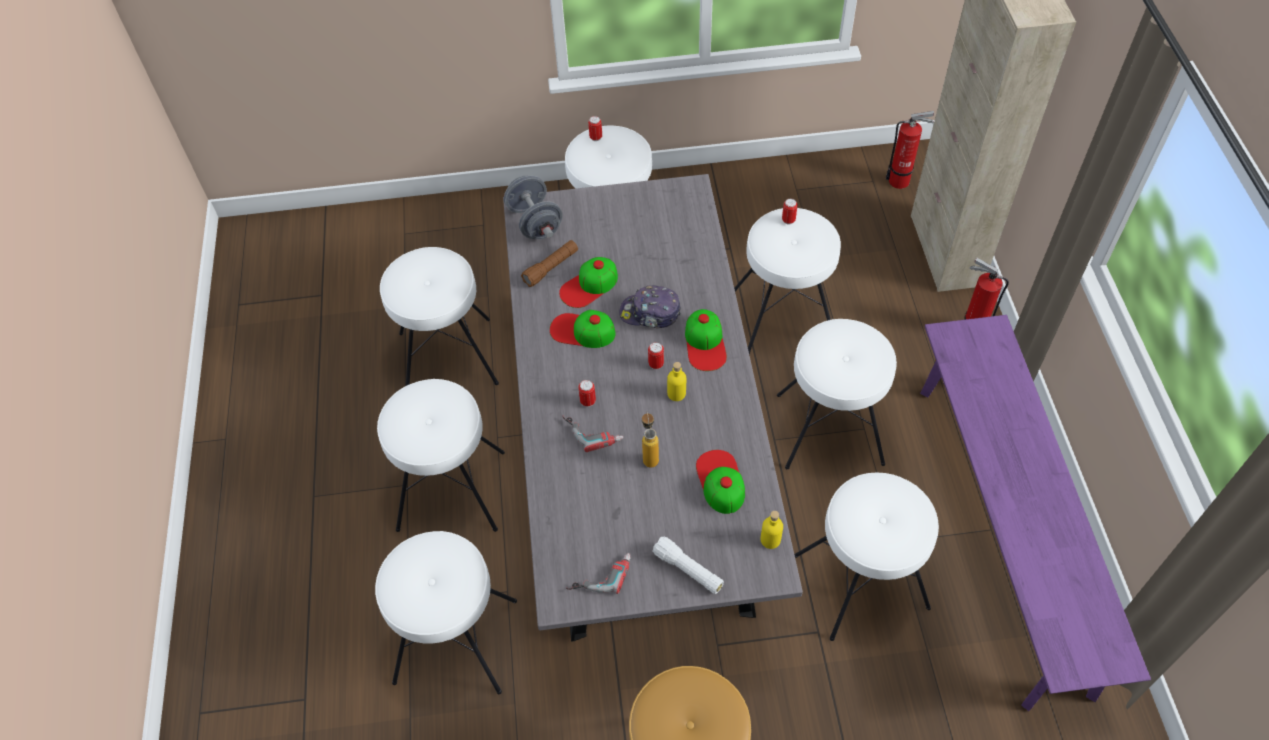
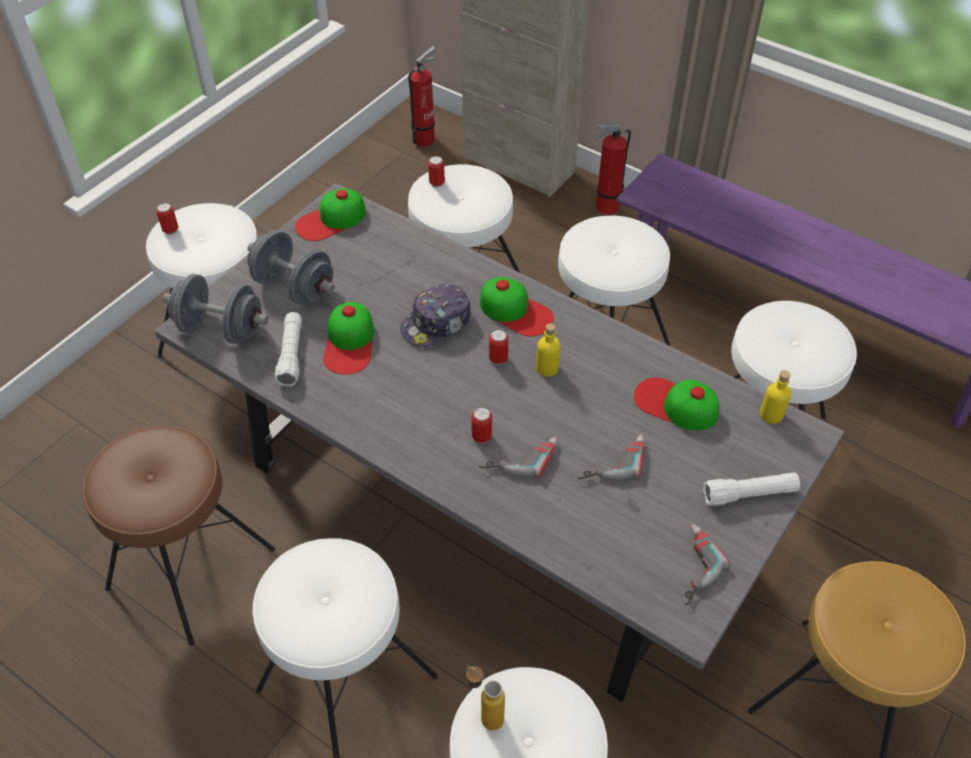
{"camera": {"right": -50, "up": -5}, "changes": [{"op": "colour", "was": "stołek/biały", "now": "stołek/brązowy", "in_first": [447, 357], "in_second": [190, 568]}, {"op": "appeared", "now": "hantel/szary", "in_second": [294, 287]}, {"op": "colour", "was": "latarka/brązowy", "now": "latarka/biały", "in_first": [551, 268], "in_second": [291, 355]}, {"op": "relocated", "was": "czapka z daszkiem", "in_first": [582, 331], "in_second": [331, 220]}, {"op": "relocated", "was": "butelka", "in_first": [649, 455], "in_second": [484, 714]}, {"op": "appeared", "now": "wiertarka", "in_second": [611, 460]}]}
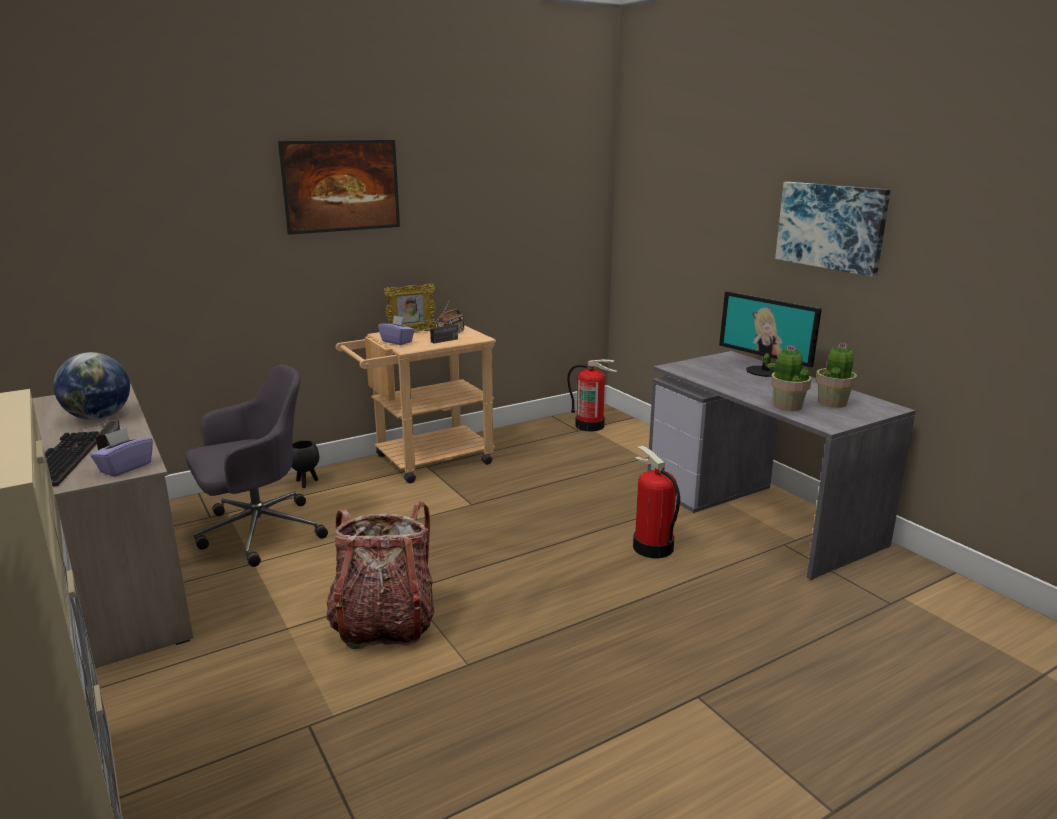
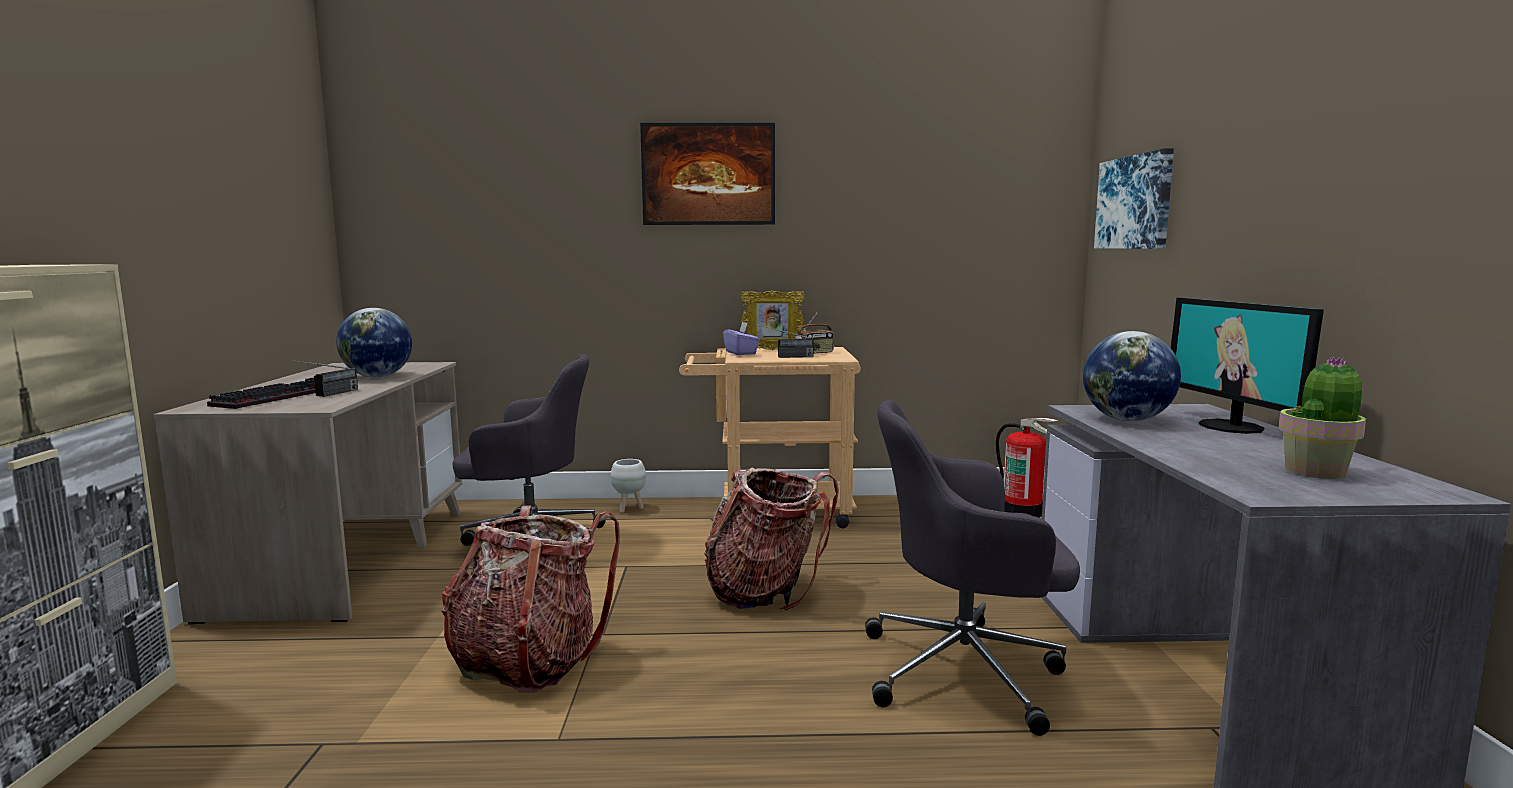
{"camera": {"right": 30, "up": -10}, "changes": [{"op": "colour", "was": "donica/czarny", "now": "donica/biały", "in_first": [306, 483], "in_second": [629, 509]}, {"op": "appeared", "now": "plecak", "in_second": [766, 591]}, {"op": "exchanged", "was": "gaśnica", "now": "krzesło biurowe/szary", "in_first": [652, 547], "in_second": [966, 671]}, {"op": "appeared", "now": "globus", "in_second": [1126, 420]}, {"op": "relocated", "was": "obraz", "in_first": [831, 226], "in_second": [1135, 202]}, {"op": "missing", "was": "pudełko chusteczek/fioletowy", "in_first": [125, 467]}, {"op": "missing", "was": "roślina doniczkowa", "in_first": [787, 406]}]}
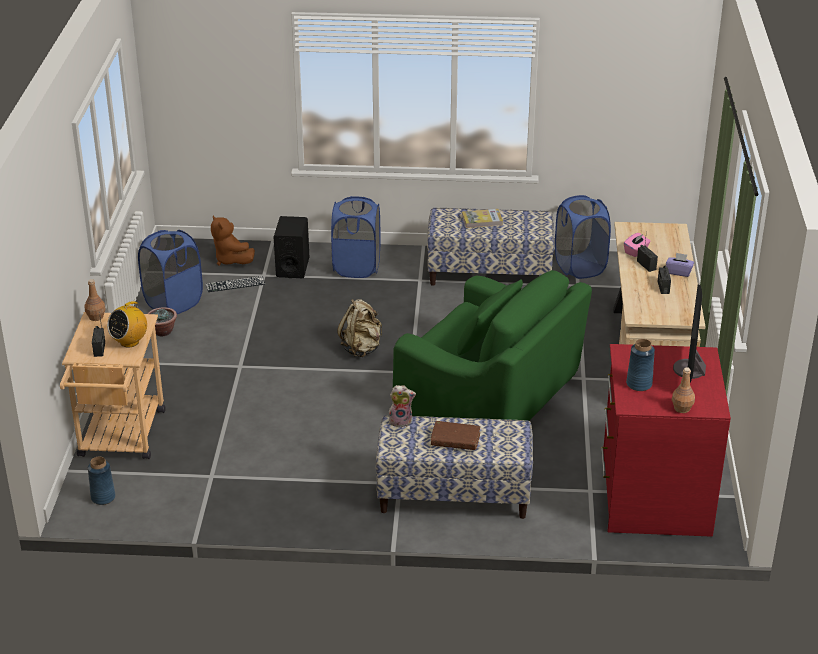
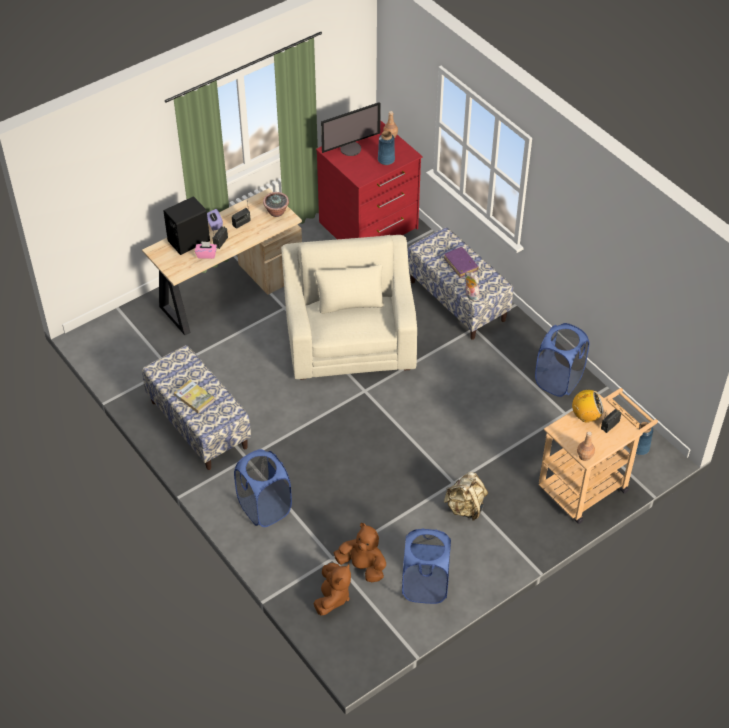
{"camera": {"right": -130, "up": 15}, "changes": [{"op": "relocated", "was": "głośnik/czarny", "in_first": [292, 267], "in_second": [188, 241]}, {"op": "relocated", "was": "roślina doniczkowa", "in_first": [162, 331], "in_second": [276, 212]}, {"op": "colour", "was": "fotel/zielony", "now": "fotel/beżowy", "in_first": [490, 397], "in_second": [350, 338]}, {"op": "exchanged", "was": "klawiatura", "now": "pluszak/brązowy", "in_first": [235, 284], "in_second": [362, 566]}, {"op": "colour", "was": "książka/brązowy", "now": "książka/fioletowy", "in_first": [455, 440], "in_second": [461, 265]}, {"op": "relocated", "was": "plecak/beżowy", "in_first": [361, 348], "in_second": [465, 507]}, {"op": "relocated", "was": "kosz na pranie/niebieski", "in_first": [579, 266], "in_second": [558, 380]}]}
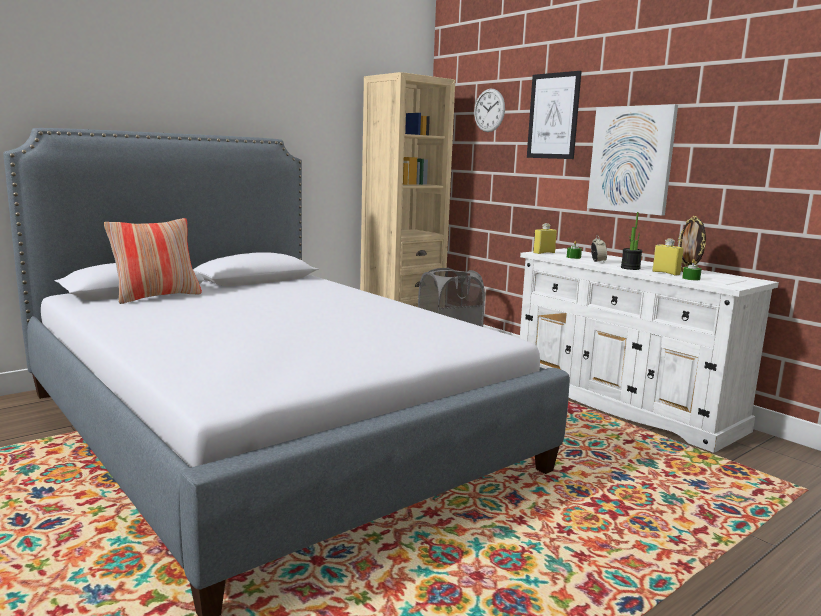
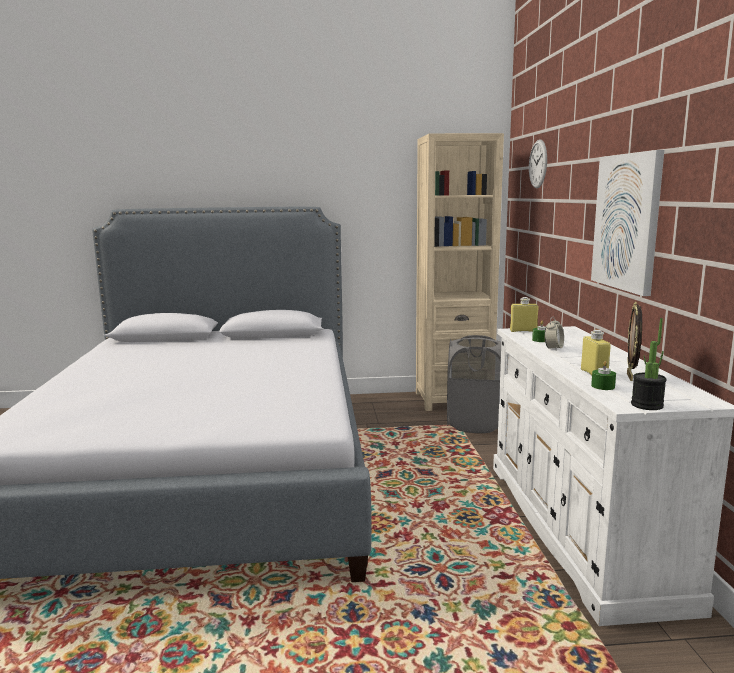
{"camera": {"right": 35, "up": 0}, "changes": [{"op": "relocated", "was": "roślina doniczkowa", "in_first": [630, 268], "in_second": [647, 405]}, {"op": "missing", "was": "poduszka", "in_first": [157, 296]}, {"op": "missing", "was": "obraz", "in_first": [553, 116]}]}
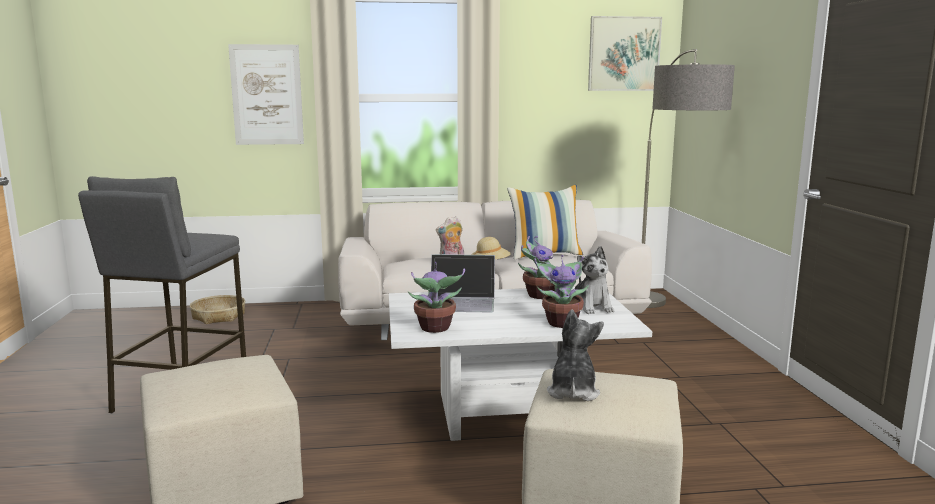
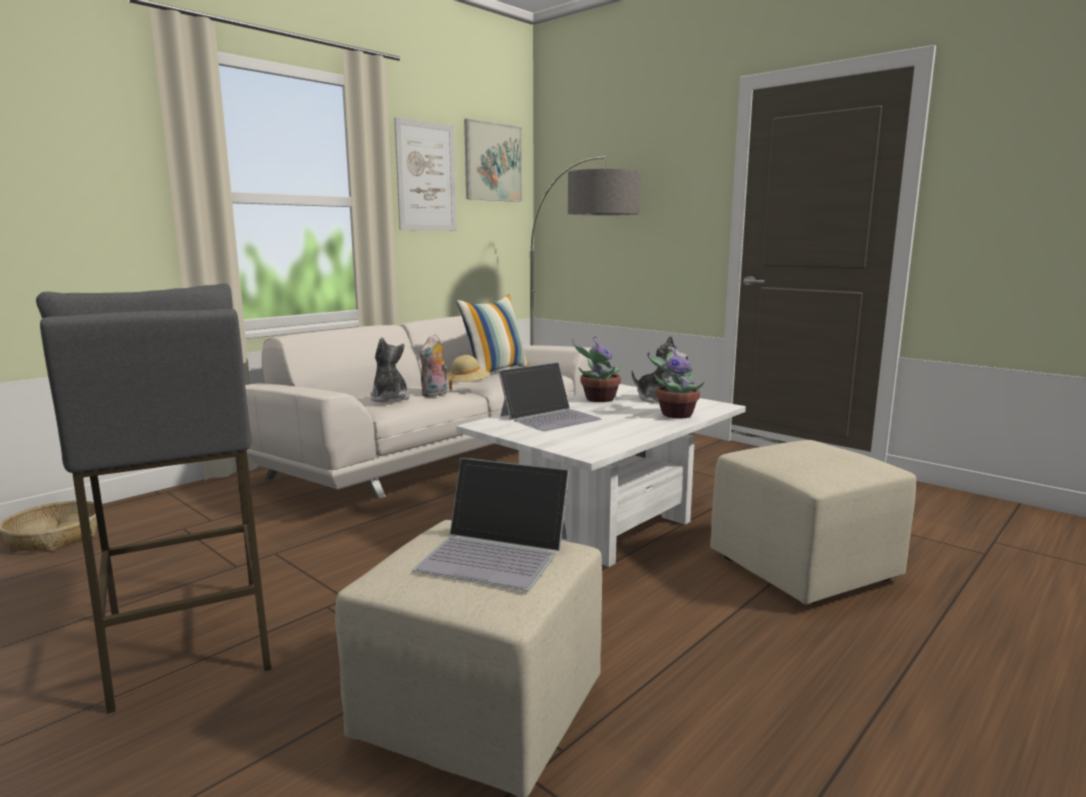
{"camera": {"right": -40, "up": 0}, "changes": [{"op": "relocated", "was": "pluszak", "in_first": [572, 392], "in_second": [389, 398]}, {"op": "relocated", "was": "obraz", "in_first": [267, 95], "in_second": [426, 177]}, {"op": "appeared", "now": "laptop", "in_second": [495, 553]}, {"op": "missing", "was": "roślina doniczkowa", "in_first": [435, 328]}]}
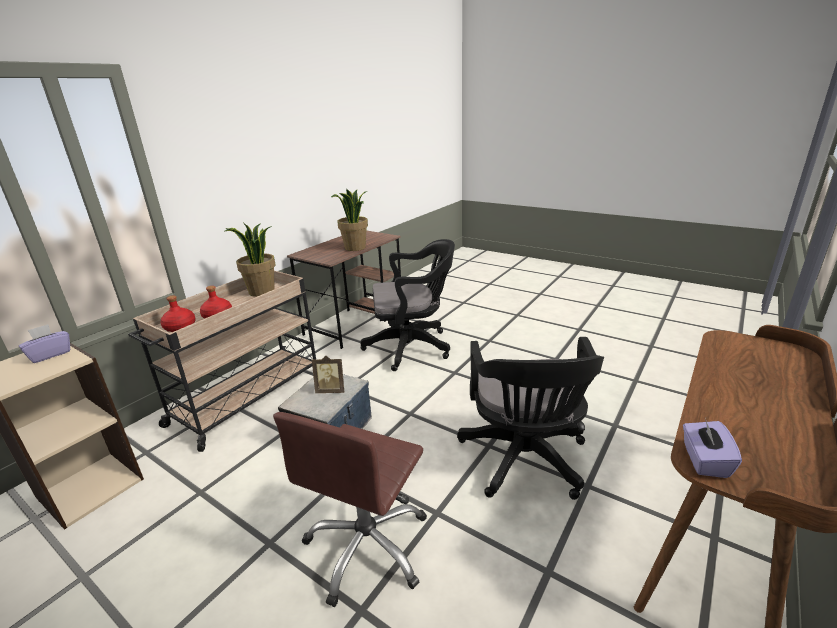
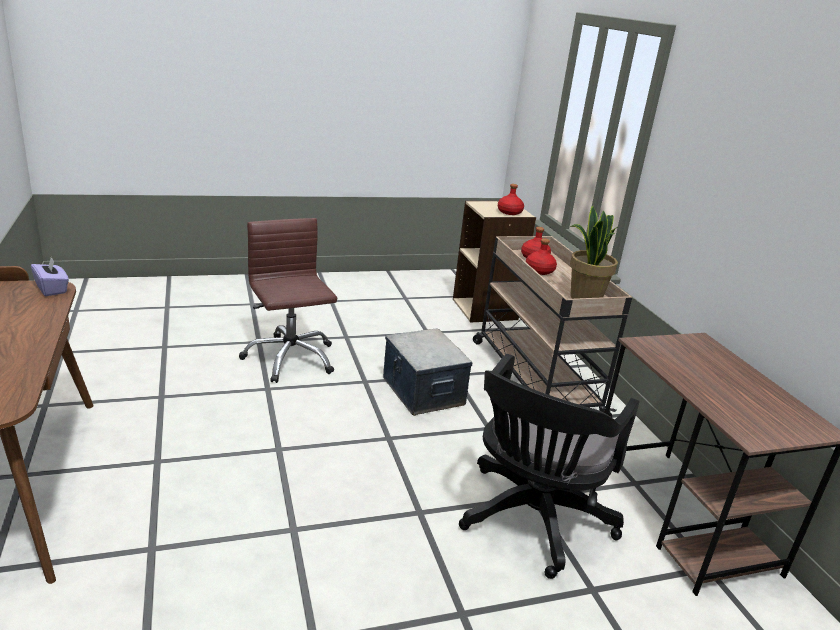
{"camera": {"right": 125, "up": 0}, "changes": [{"op": "exchanged", "was": "pudełko chusteczek/fioletowy", "now": "butelka/czerwony", "in_first": [50, 354], "in_second": [509, 212]}, {"op": "missing", "was": "ramka na zdjęcie", "in_first": [331, 390]}, {"op": "missing", "was": "roślina doniczkowa", "in_first": [355, 248]}, {"op": "missing", "was": "krzesło biurowe/czarny", "in_first": [524, 461]}]}
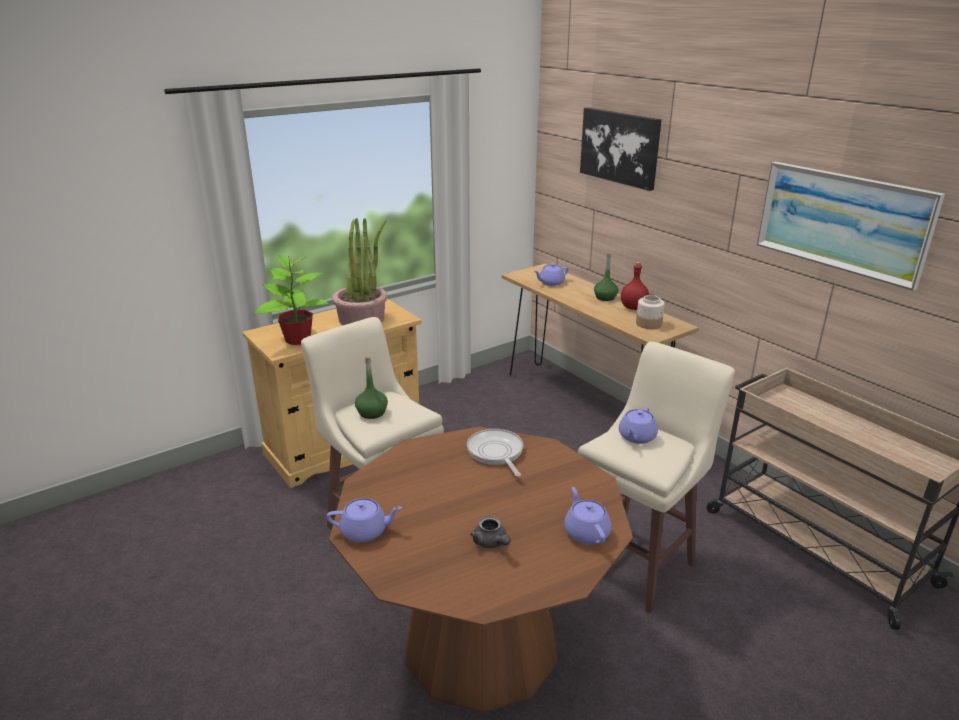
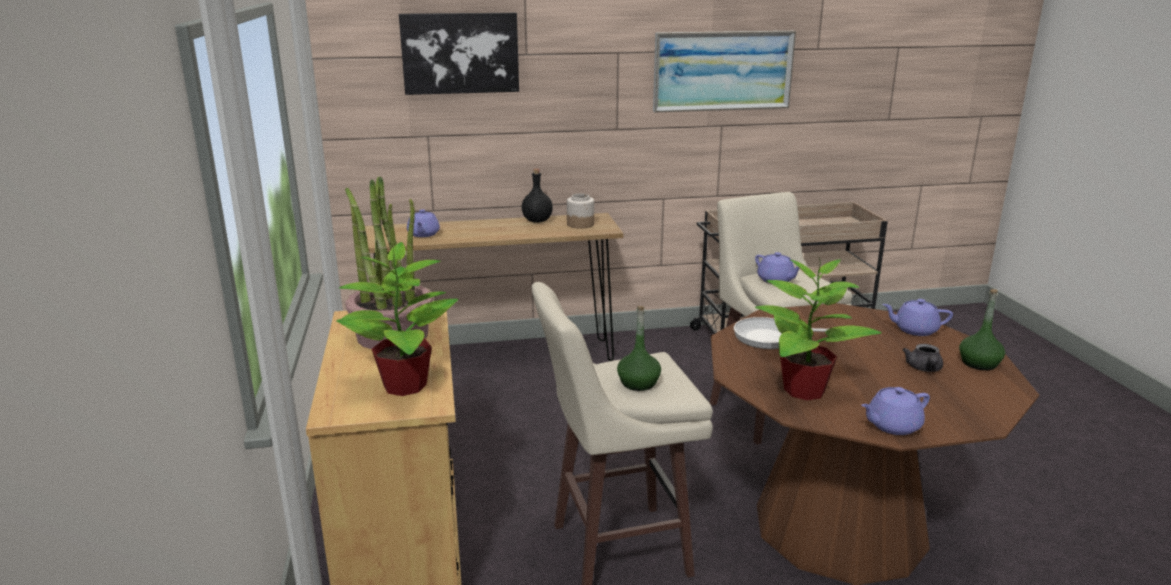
{"camera": {"right": -65, "up": -5}, "changes": [{"op": "colour", "was": "butelka/czerwony", "now": "butelka/czarny", "in_first": [633, 308], "in_second": [537, 221]}, {"op": "appeared", "now": "roślina doniczkowa", "in_second": [802, 390]}, {"op": "spun", "was": "imbryk/fioletowy", "in_first": [365, 531], "in_second": [892, 426], "clockwise": -135}, {"op": "spun", "was": "imbryk/szary", "in_first": [491, 543], "in_second": [924, 369], "clockwise": 105}, {"op": "relocated", "was": "butelka/zielony", "in_first": [605, 297], "in_second": [979, 363]}]}
